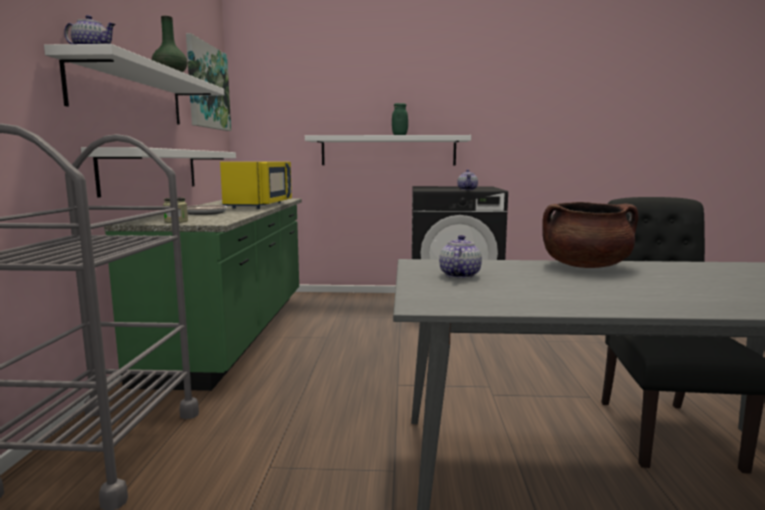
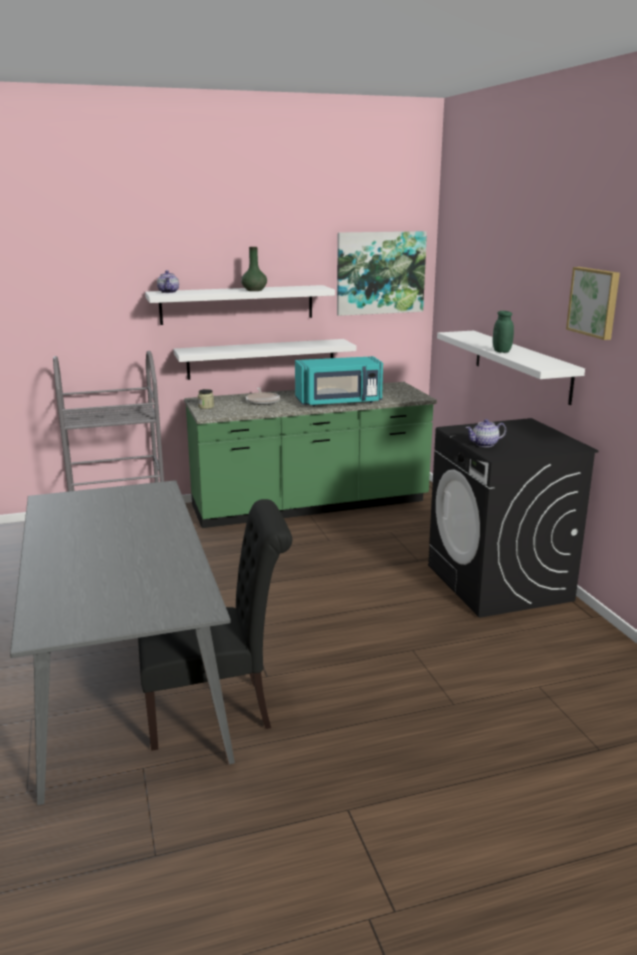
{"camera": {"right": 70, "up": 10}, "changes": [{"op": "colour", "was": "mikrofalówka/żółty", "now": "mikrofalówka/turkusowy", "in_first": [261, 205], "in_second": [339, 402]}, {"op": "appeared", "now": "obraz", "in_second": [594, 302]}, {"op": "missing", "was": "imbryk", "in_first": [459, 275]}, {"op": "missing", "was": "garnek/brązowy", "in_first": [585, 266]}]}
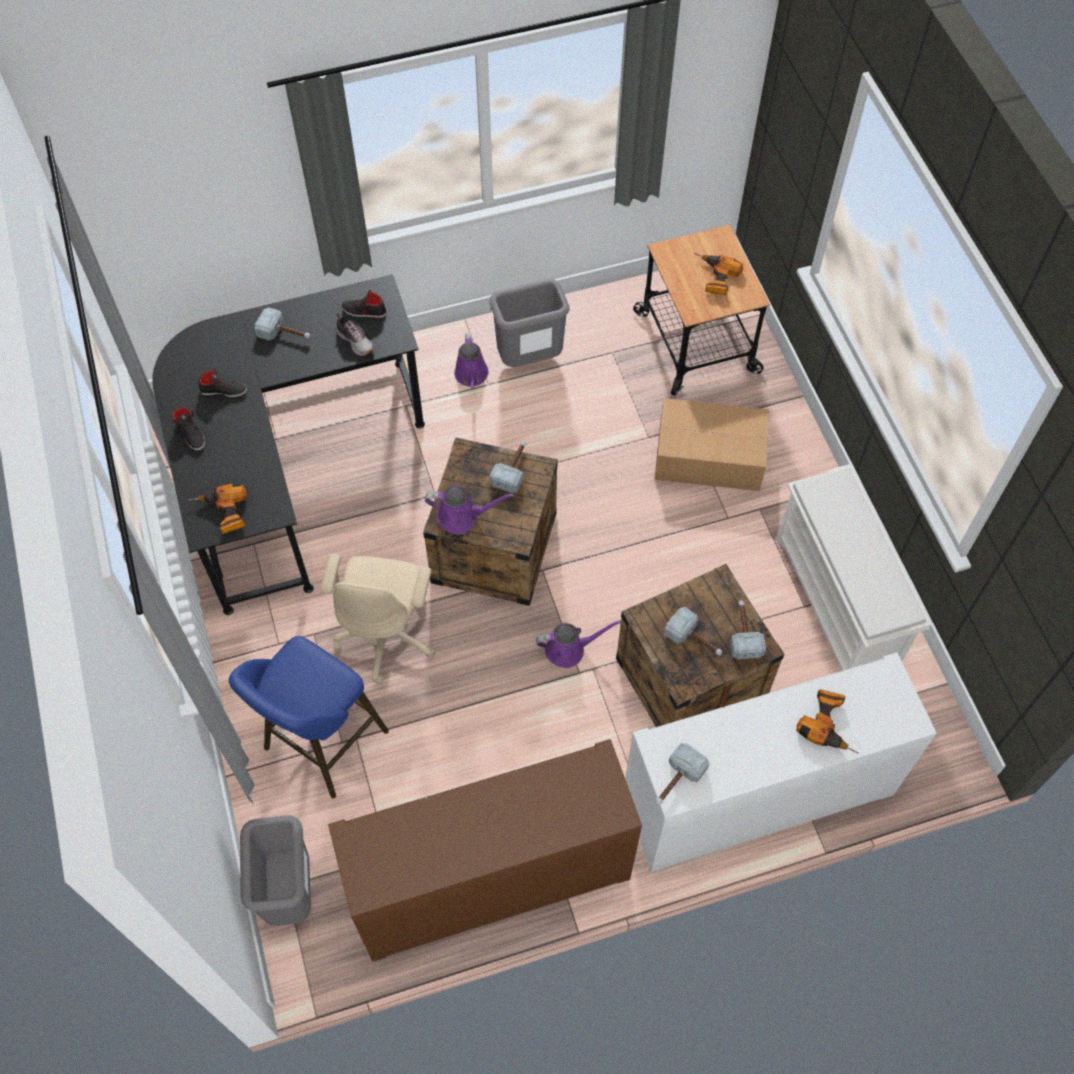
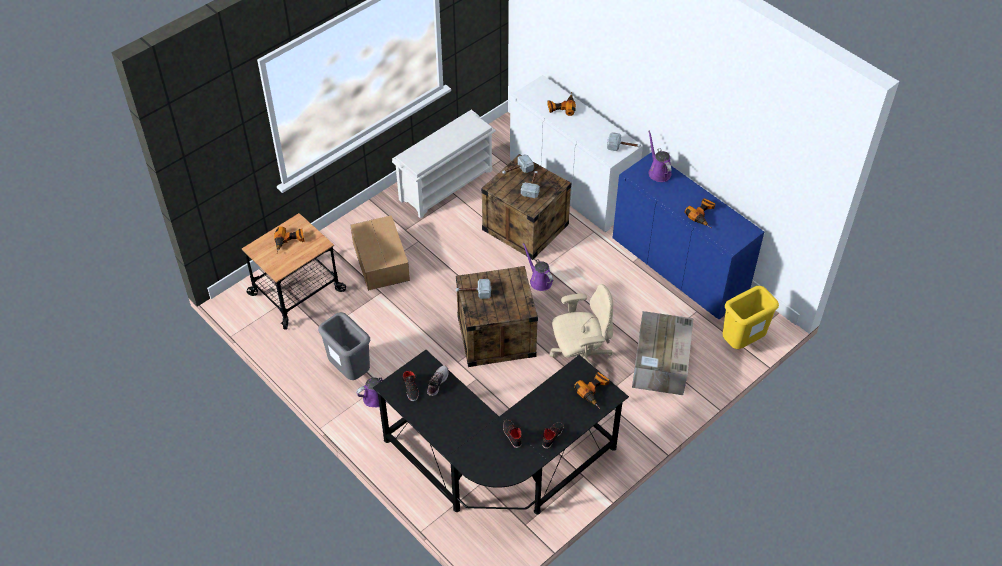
{"camera": {"right": -115, "up": -10}, "changes": [{"op": "colour", "was": "szafka/brązowy", "now": "szafka/niebieski", "in_first": [490, 879], "in_second": [679, 267]}, {"op": "exchanged", "was": "stołek/niebieski", "now": "karton", "in_first": [321, 745], "in_second": [661, 364]}, {"op": "relocated", "was": "konewka/fioletowy", "in_first": [462, 517], "in_second": [658, 171]}, {"op": "appeared", "now": "wiertarka", "in_second": [703, 215]}, {"op": "colour", "was": "kosz na śmieci/szary", "now": "kosz na śmieci/żółty", "in_first": [291, 893], "in_second": [742, 341]}, {"op": "missing", "was": "młotek", "in_first": [285, 333]}]}
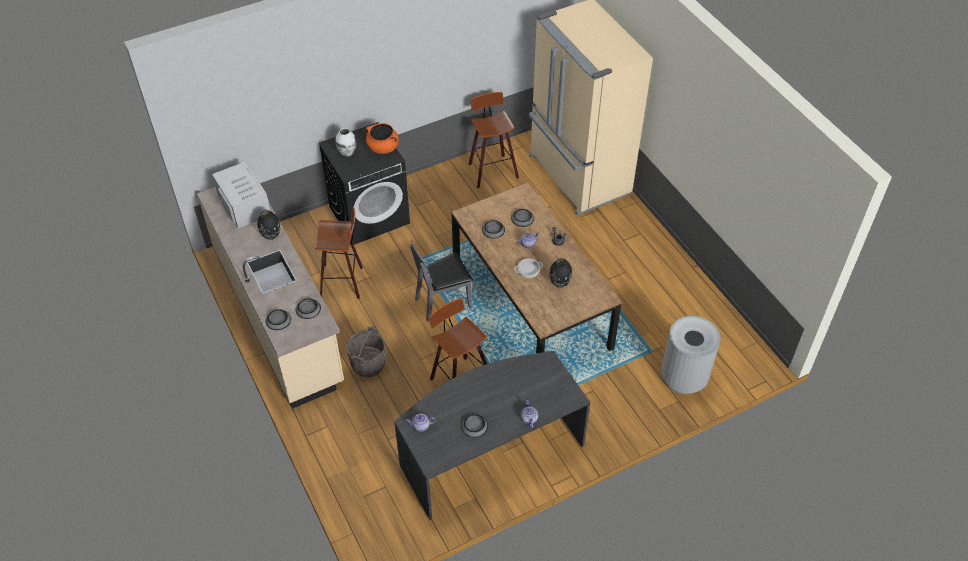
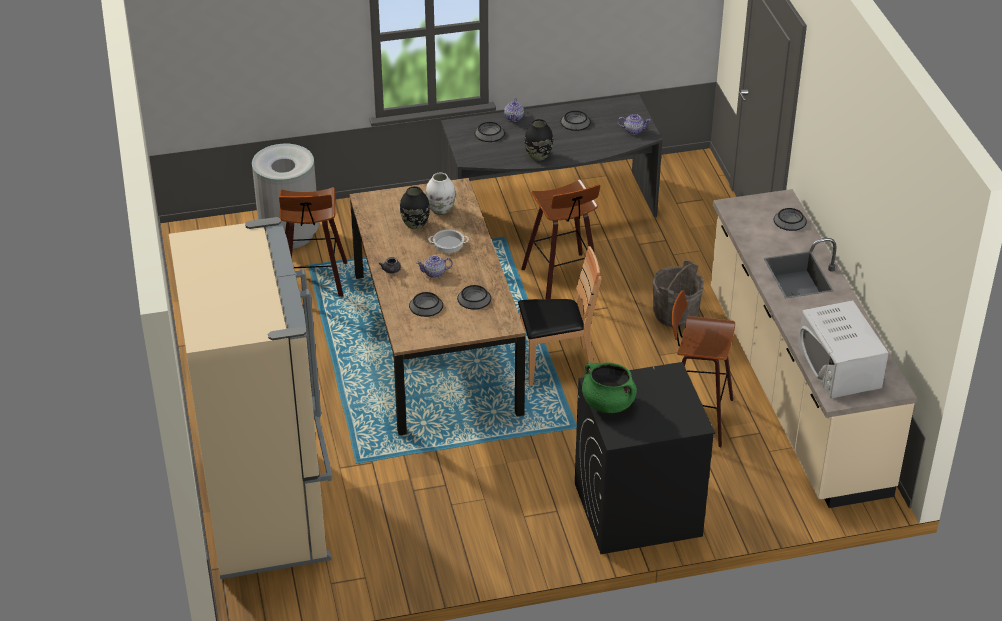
{"camera": {"right": -165, "up": -10}, "changes": [{"op": "relocated", "was": "stołek", "in_first": [491, 170], "in_second": [314, 282]}, {"op": "relocated", "was": "wazon/biały", "in_first": [347, 152], "in_second": [441, 210]}, {"op": "relocated", "was": "miska", "in_first": [308, 308], "in_second": [489, 133]}, {"op": "colour", "was": "krzesło/szary", "now": "krzesło/brązowy", "in_first": [443, 302], "in_second": [556, 365]}, {"op": "relocated", "was": "wazon/czarny", "in_first": [271, 235], "in_second": [538, 156]}, {"op": "colour", "was": "garnek/pomarańczowy", "now": "garnek/zielony", "in_first": [383, 148], "in_second": [608, 403]}]}
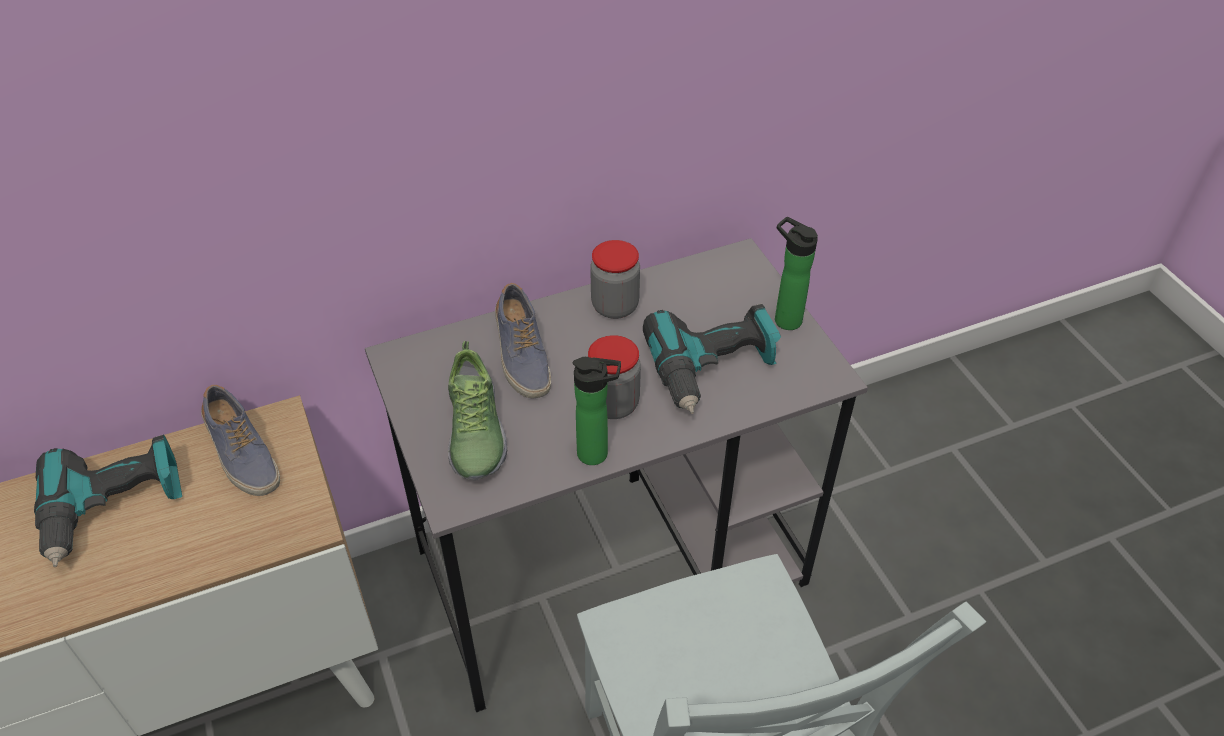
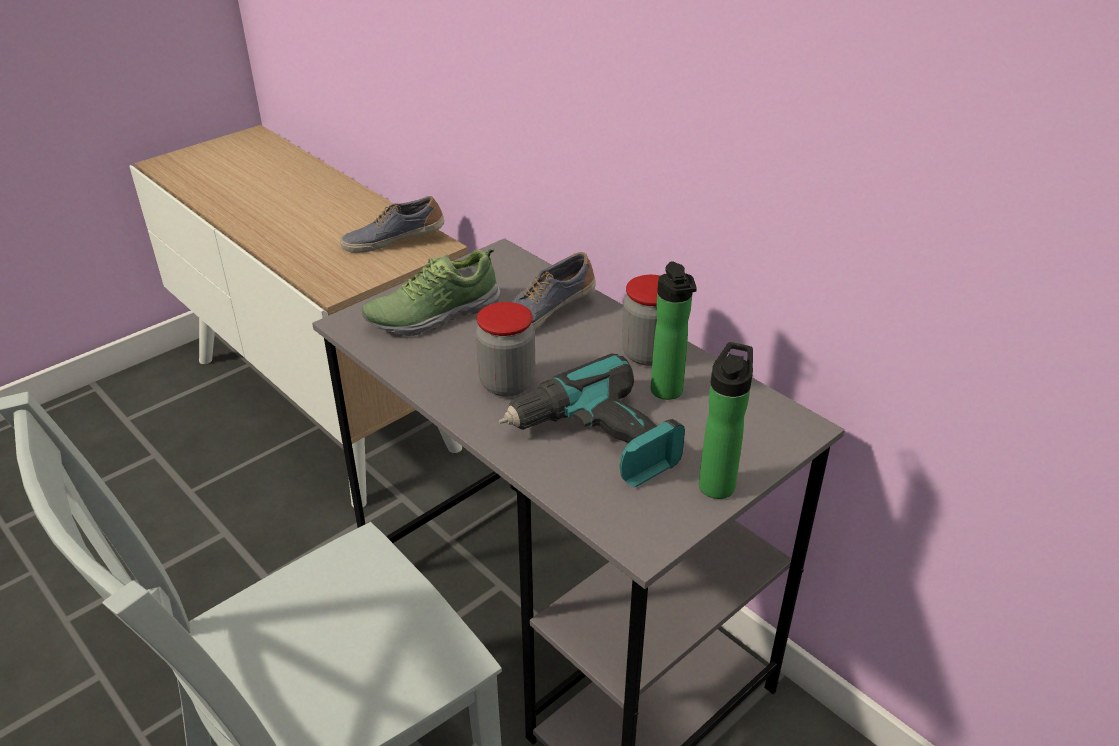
{"camera": {"right": 70, "up": -10}, "changes": [{"op": "spun", "was": "but", "in_first": [242, 455], "in_second": [393, 241], "clockwise": 45}, {"op": "relocated", "was": "butelka", "in_first": [597, 454], "in_second": [668, 393]}, {"op": "missing", "was": "wiertarka", "in_first": [114, 507]}]}
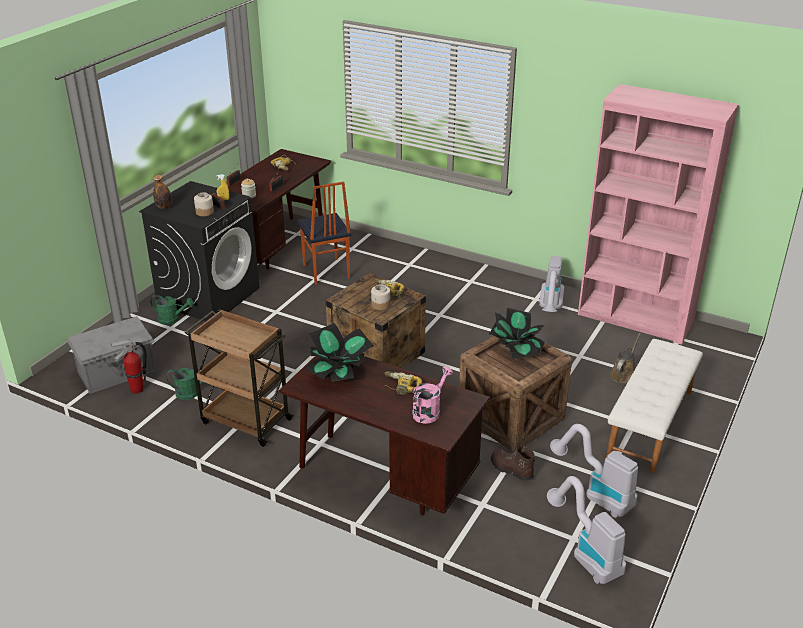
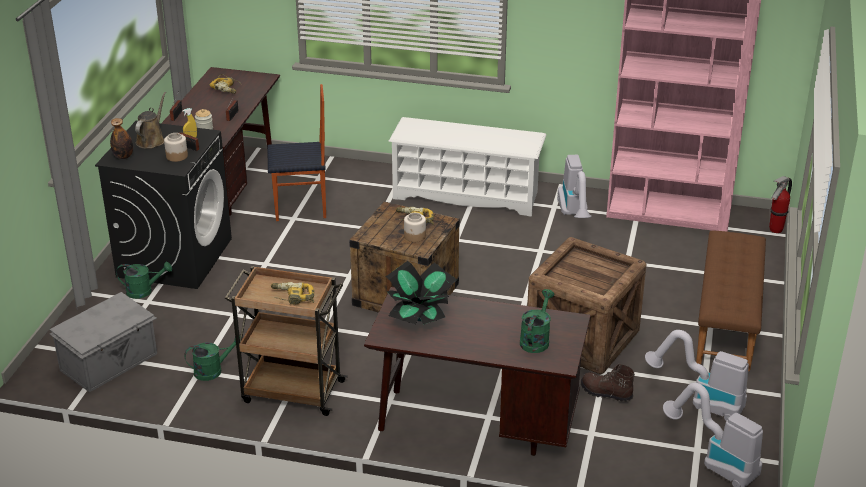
{"camera": {"right": -15, "up": 0}, "changes": [{"op": "relocated", "was": "konewka/brązowy", "in_first": [623, 374], "in_second": [151, 140]}, {"op": "spun", "was": "krzesło", "in_first": [325, 271], "in_second": [301, 208], "clockwise": -60}, {"op": "relocated", "was": "wiertarka", "in_first": [401, 387], "in_second": [292, 297]}, {"op": "appeared", "now": "regał na buty/biały", "in_second": [467, 195]}, {"op": "colour", "was": "konewka/różowy", "now": "konewka/zielony", "in_first": [429, 411], "in_second": [536, 339]}, {"op": "colour", "was": "ławka/biały", "now": "ławka/brązowy", "in_first": [651, 424], "in_second": [728, 321]}, {"op": "relocated", "was": "gaśnica", "in_first": [136, 390], "in_second": [775, 230]}, {"op": "missing", "was": "roślina doniczkowa", "in_first": [516, 352]}]}
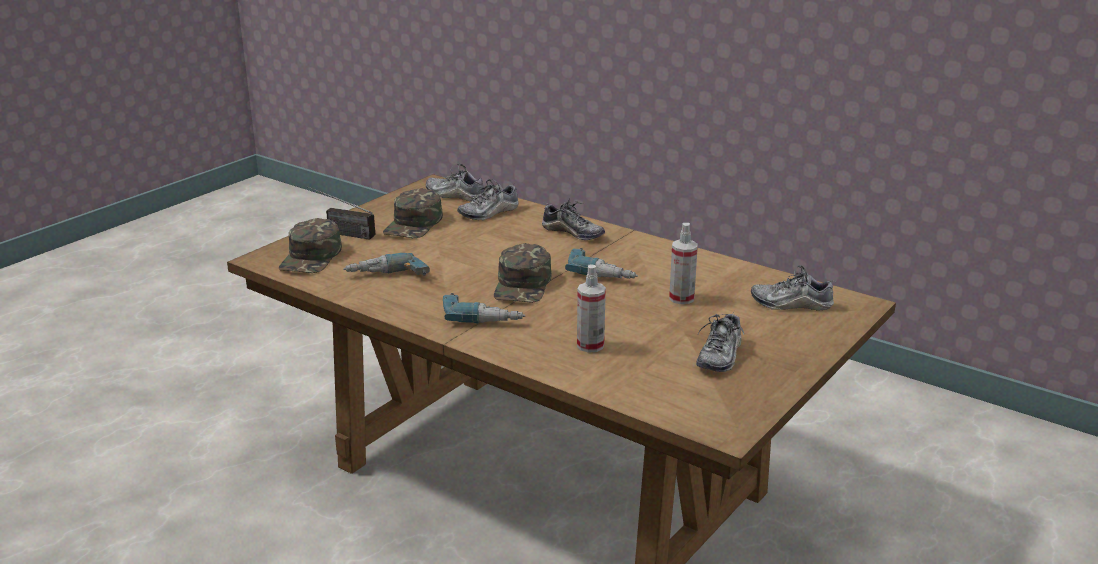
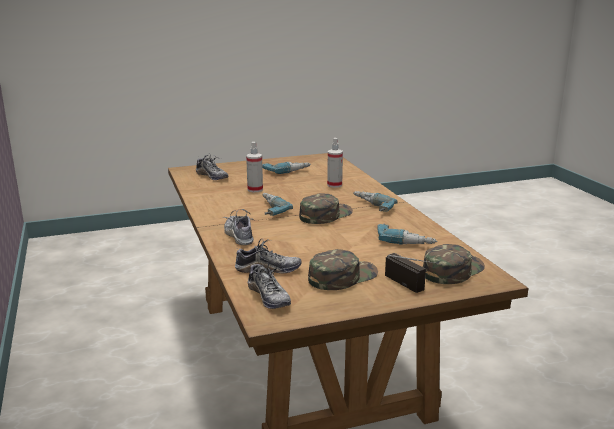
{"camera": {"right": -145, "up": -5}, "changes": [{"op": "exchanged", "was": "but", "now": "wiertarka", "in_first": [720, 356], "in_second": [286, 170]}]}
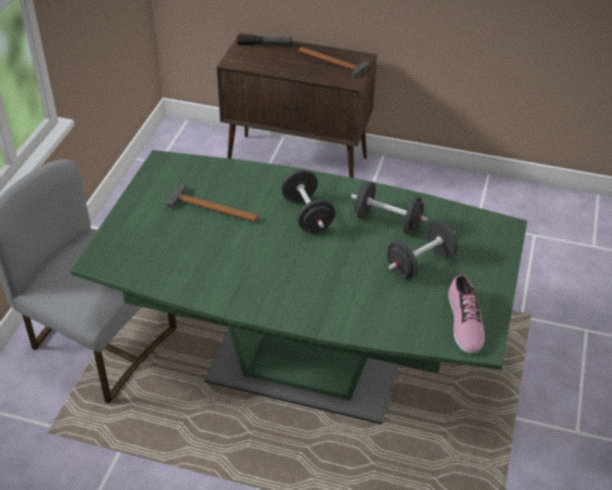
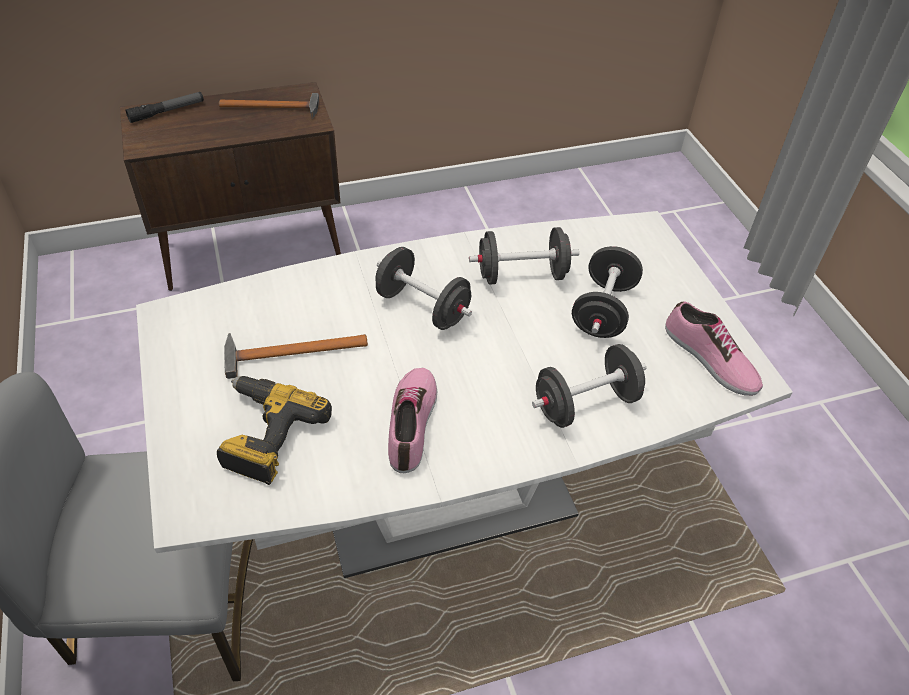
{"camera": {"right": -35, "up": 5}, "changes": [{"op": "colour", "was": "stół jadalny/zielony", "now": "stół jadalny/biały", "in_first": [304, 370], "in_second": [446, 497]}, {"op": "appeared", "now": "wiertarka", "in_second": [264, 435]}, {"op": "appeared", "now": "but", "in_second": [413, 423]}, {"op": "appeared", "now": "hantel/czarny", "in_second": [585, 404]}]}
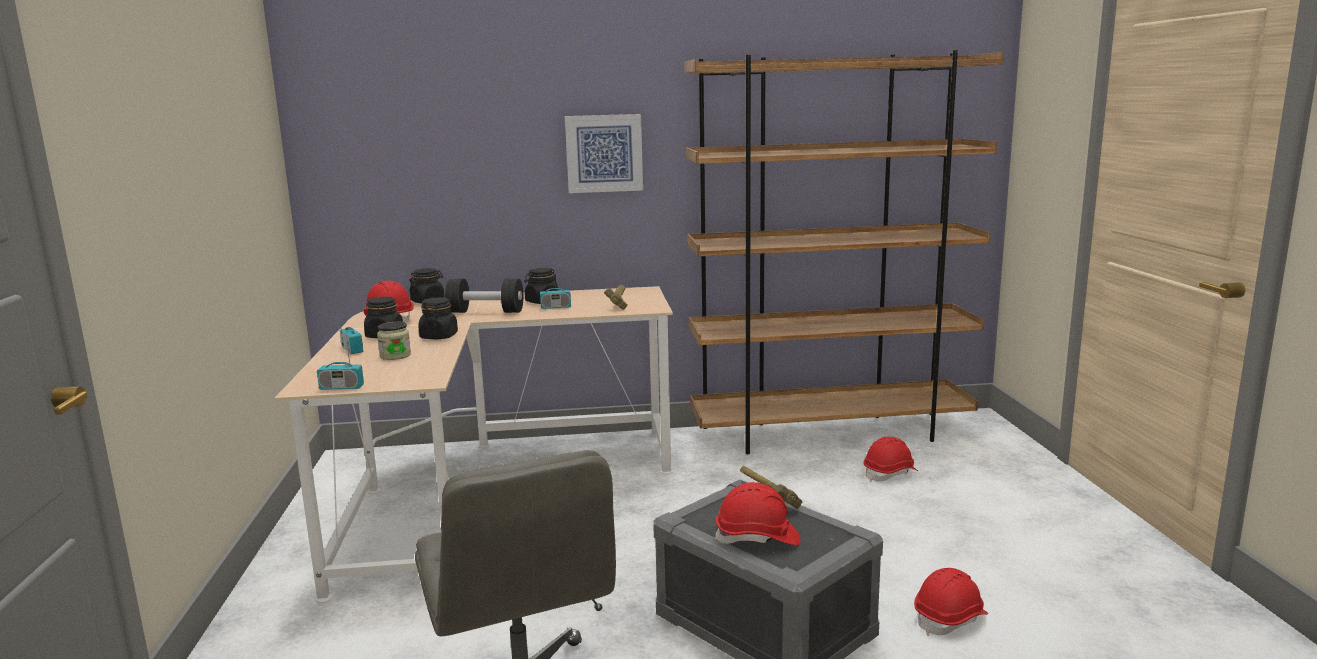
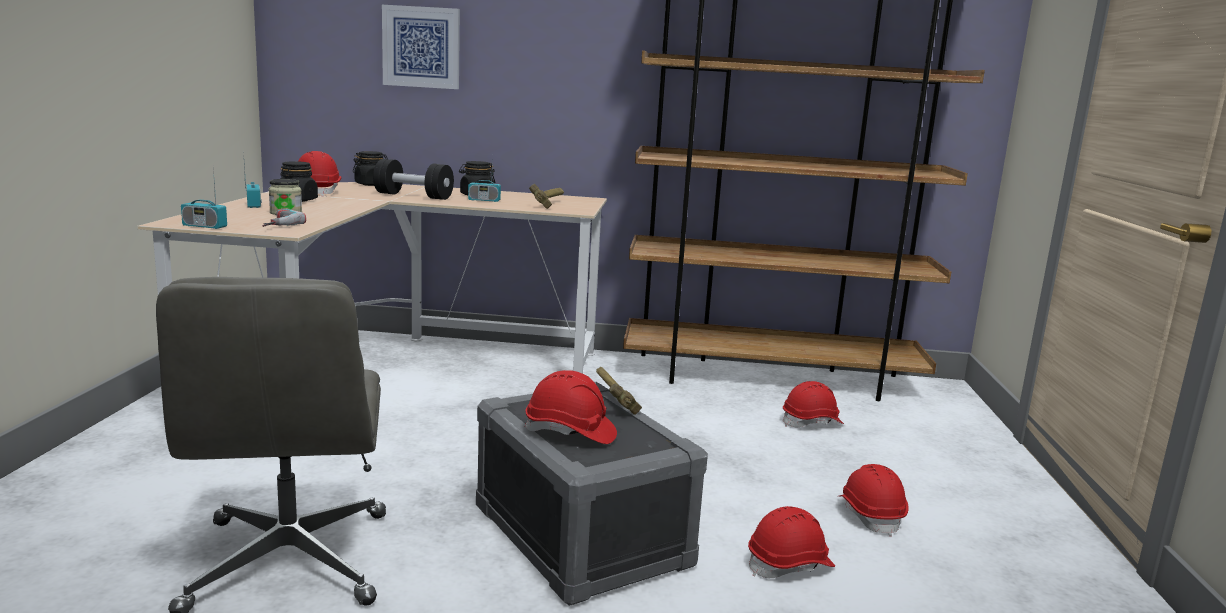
{"camera": {"right": 10, "up": 0}, "changes": [{"op": "appeared", "now": "wiertarka", "in_second": [272, 224]}, {"op": "relocated", "was": "obraz", "in_first": [604, 153], "in_second": [421, 47]}, {"op": "appeared", "now": "kask/czerwony", "in_second": [870, 515]}, {"op": "missing", "was": "słoik/czarny", "in_first": [439, 336]}]}
